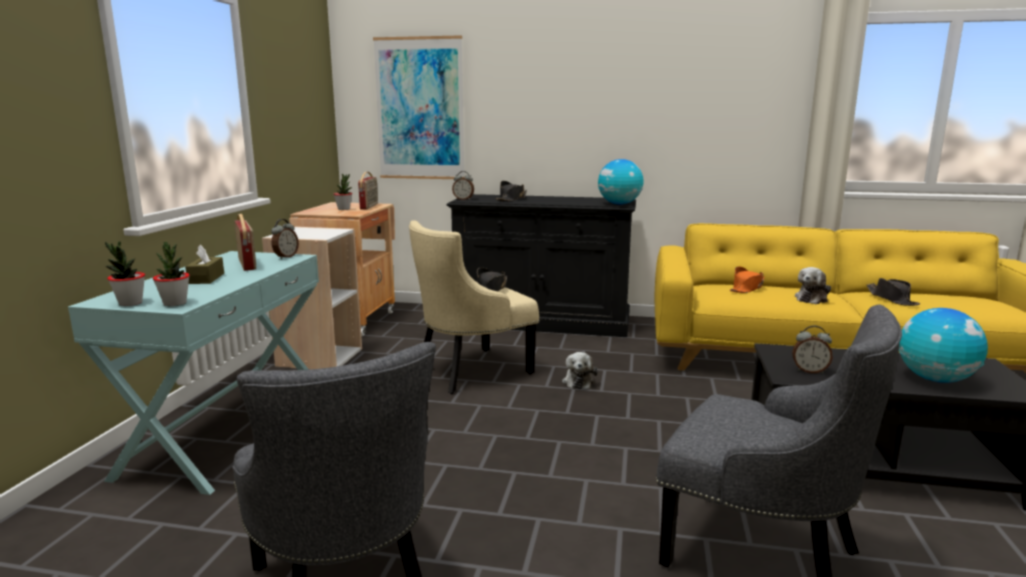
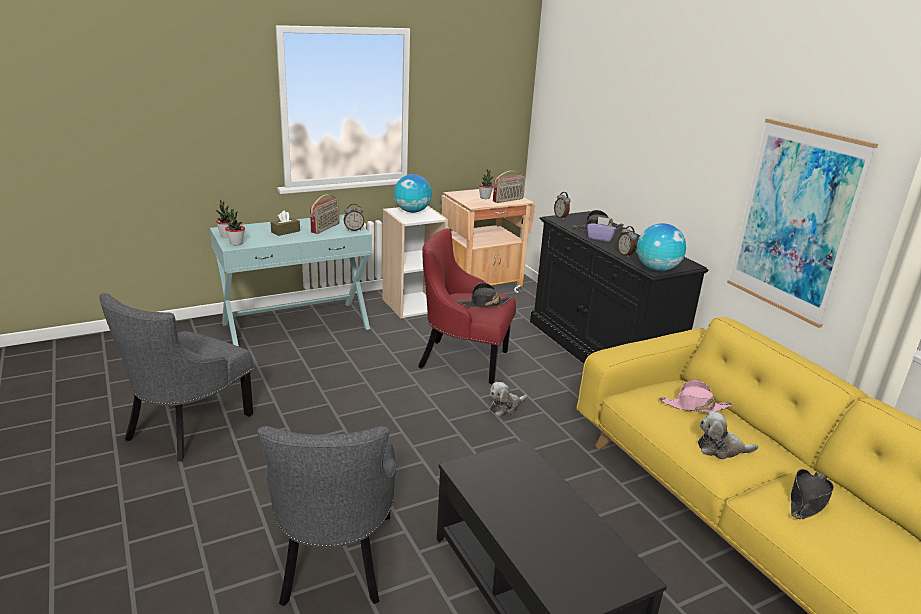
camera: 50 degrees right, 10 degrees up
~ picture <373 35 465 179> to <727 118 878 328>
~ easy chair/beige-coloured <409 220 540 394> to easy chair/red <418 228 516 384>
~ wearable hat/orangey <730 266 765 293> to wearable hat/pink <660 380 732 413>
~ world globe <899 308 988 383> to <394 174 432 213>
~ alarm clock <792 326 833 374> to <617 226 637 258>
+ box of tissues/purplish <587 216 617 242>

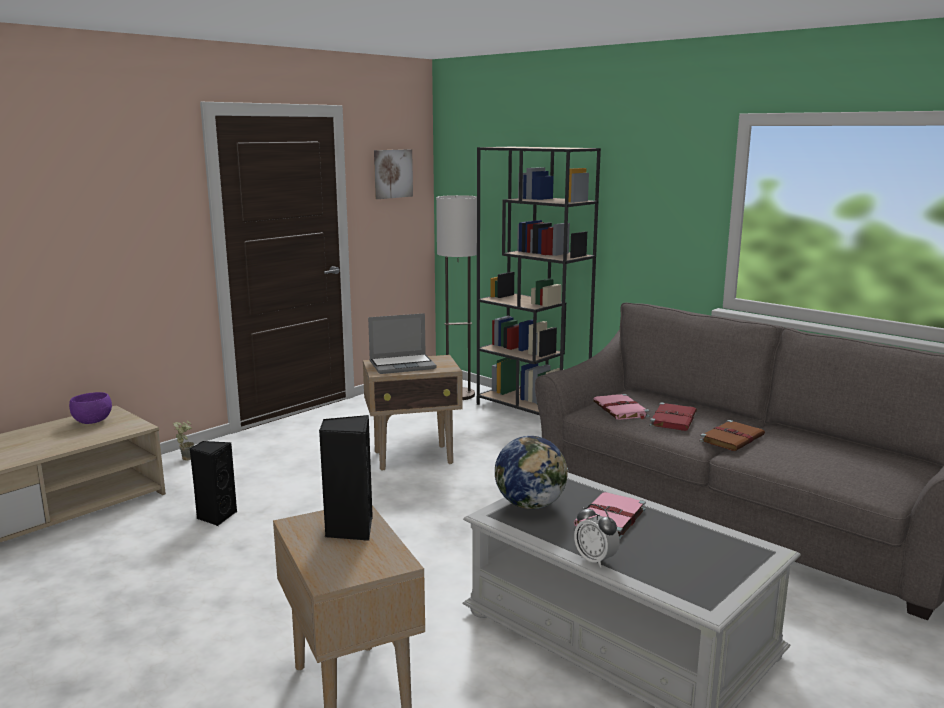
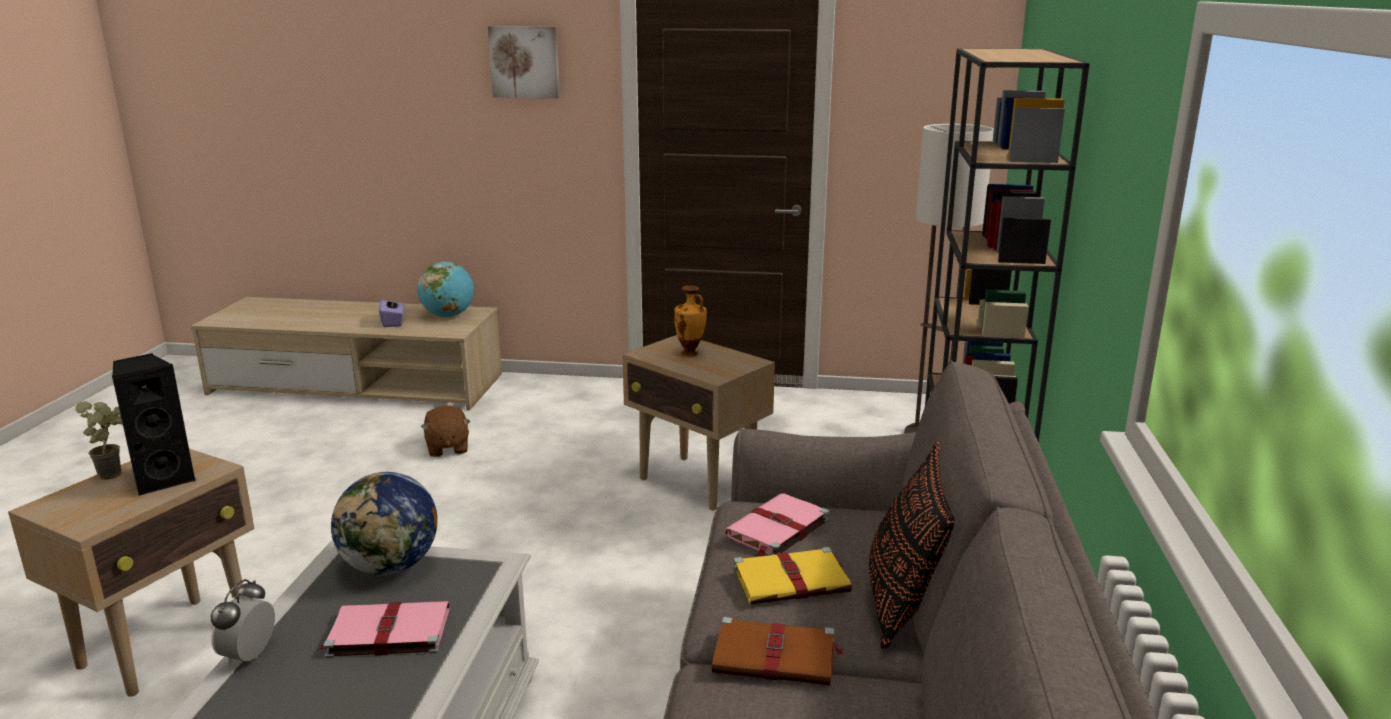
camera: 55 degrees right, 5 degrees up
~ picture <374 149 413 199> to <488 26 560 98>
~ laptop <368 313 437 374> to vase <674 286 707 357>
~ bowl/purplish <69 392 112 424> to world globe <417 262 474 318>
~ book/red <650 402 697 431> to book/yellow <733 547 852 604>
~ plant in a pot <173 421 194 460> to <75 401 123 480>
~ speaker/black-coloured <190 441 237 526> to soft toy/brownish <421 405 471 457>
+ box of tissues/purplish <379 296 405 327>
+ pillow/black-coloured <869 442 955 651>

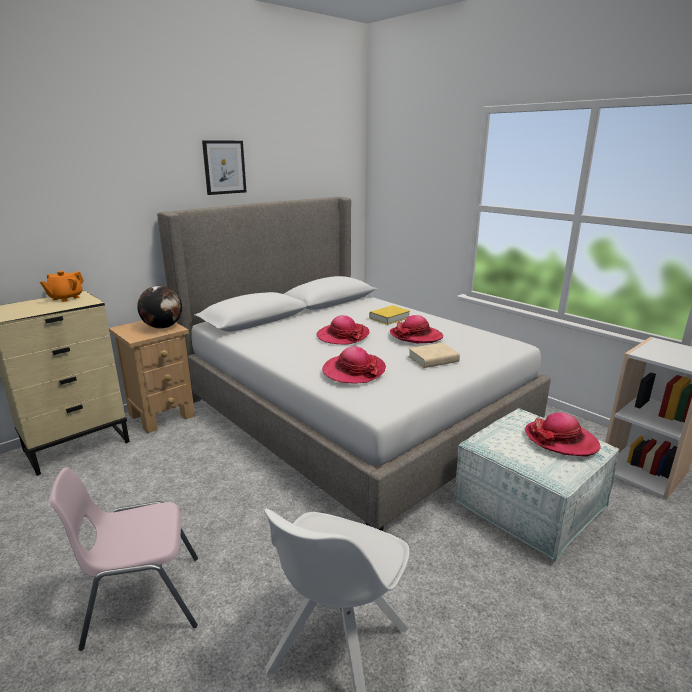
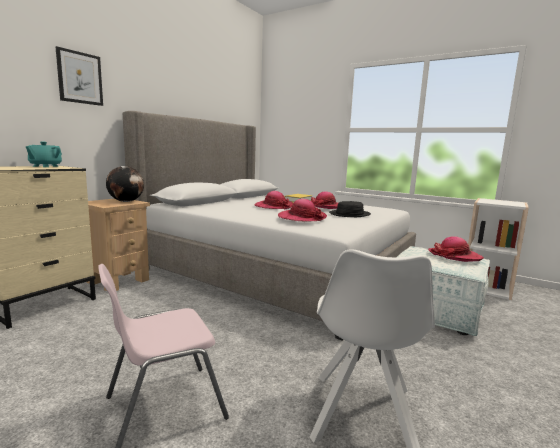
camera: 15 degrees left, 10 degrees down
~ picture <202 140 246 195> to <56 46 103 106>
~ teapot/orangey <40 271 84 302> to teapot/turquoise <26 141 62 167>
~ book/beige-coloured <408 343 460 368> to wearable hat/black-coloured <329 201 371 217>

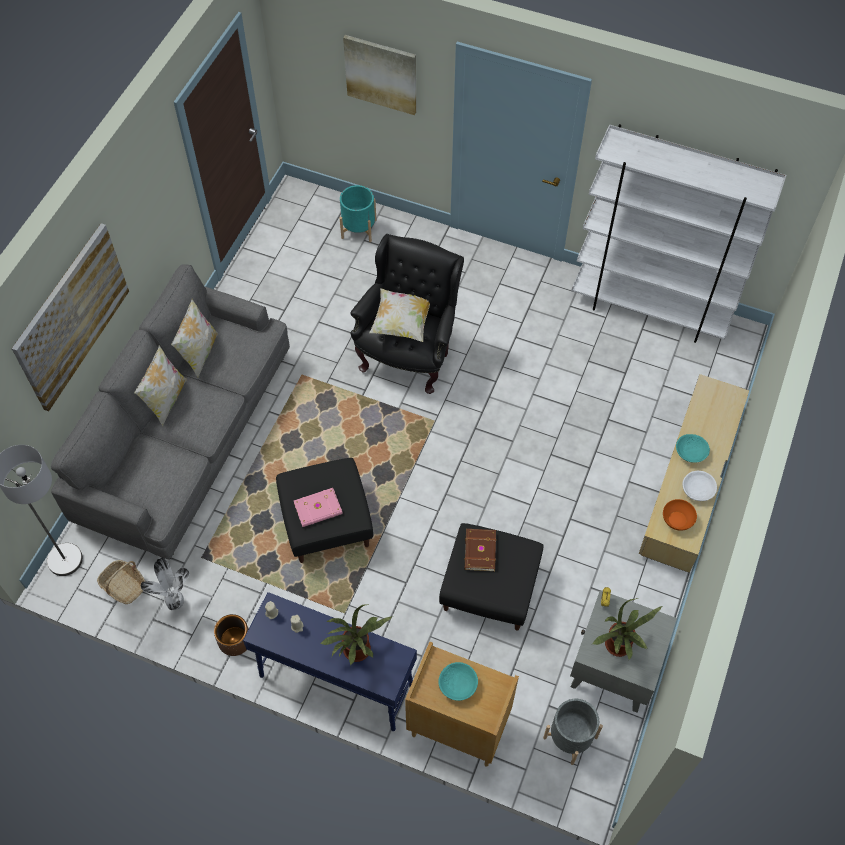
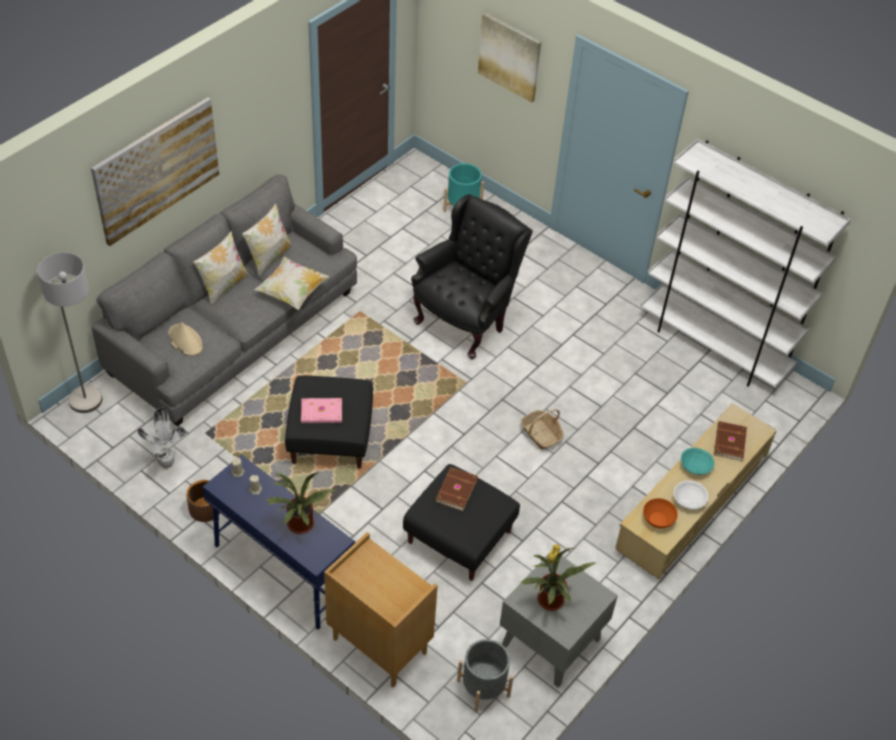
camera: 15 degrees right, 10 degrees down
~ pillow <369 288 430 342> to <254 257 329 310>
~ household basket <97 560 145 604> to <520 409 564 449>
- bowl/turquoise <438 662 478 701>
+ wearable hat/beige-coloured <168 322 203 356>
+ book/brownish <714 421 747 461>

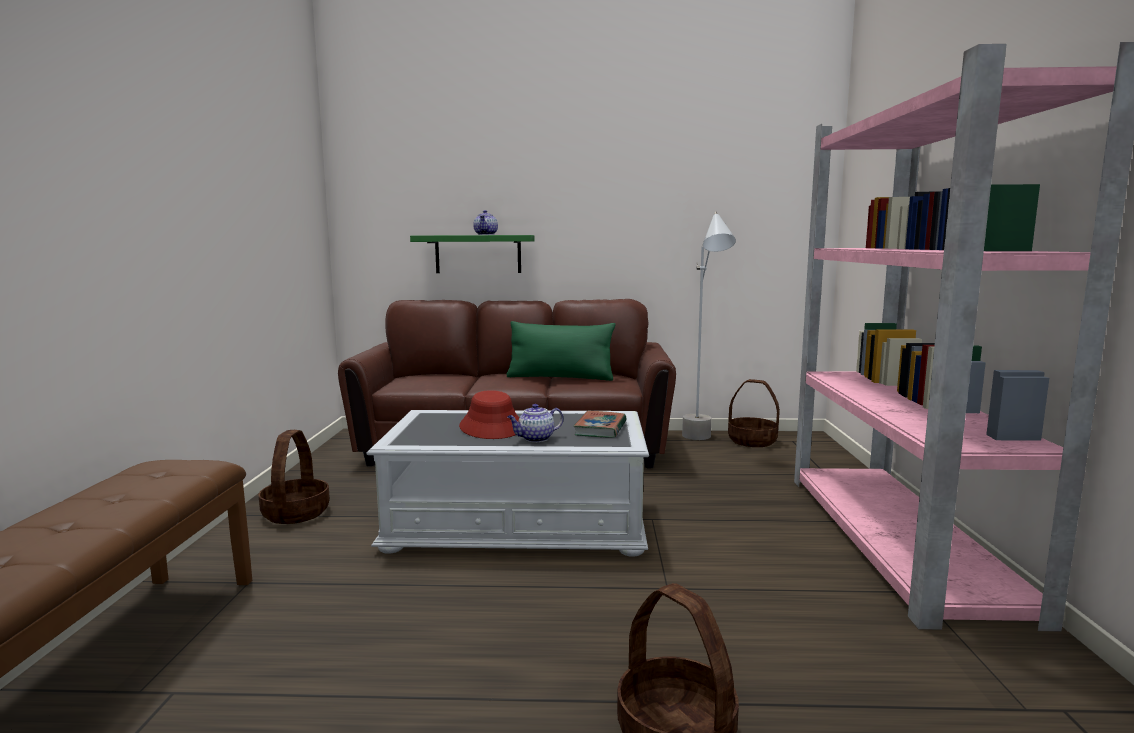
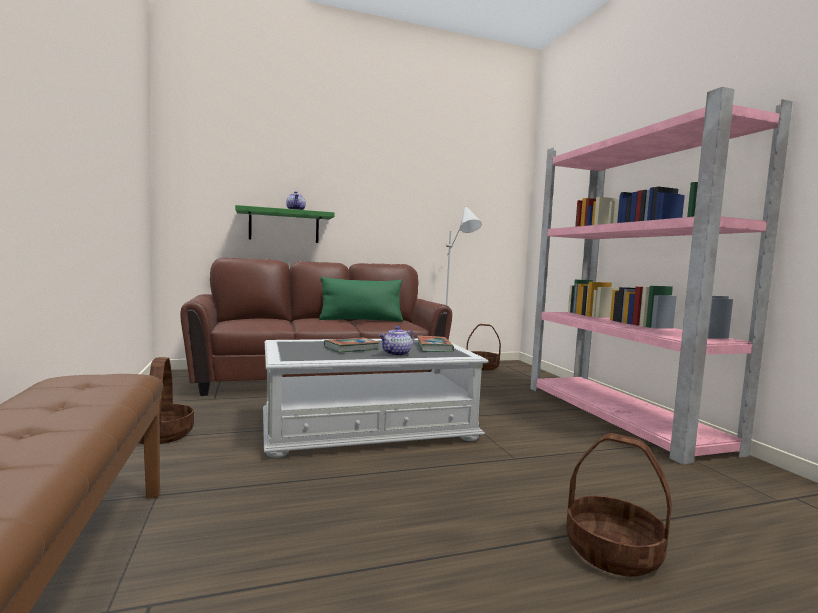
camera: 20 degrees left, 5 degrees down
~ wearable hat/red <459 390 519 439> to book <324 338 380 353>

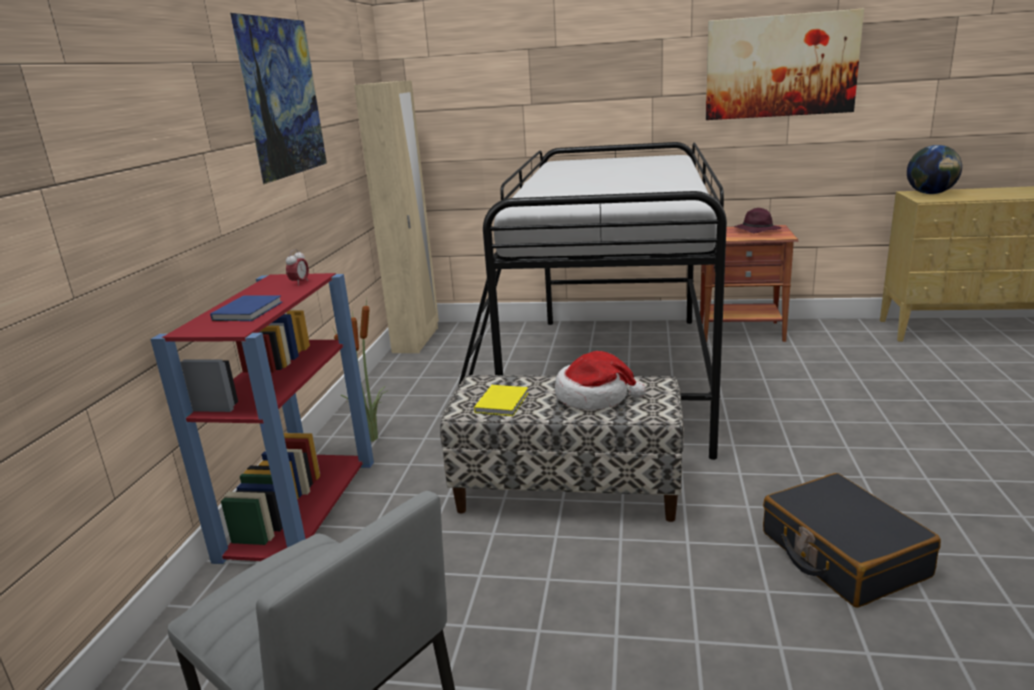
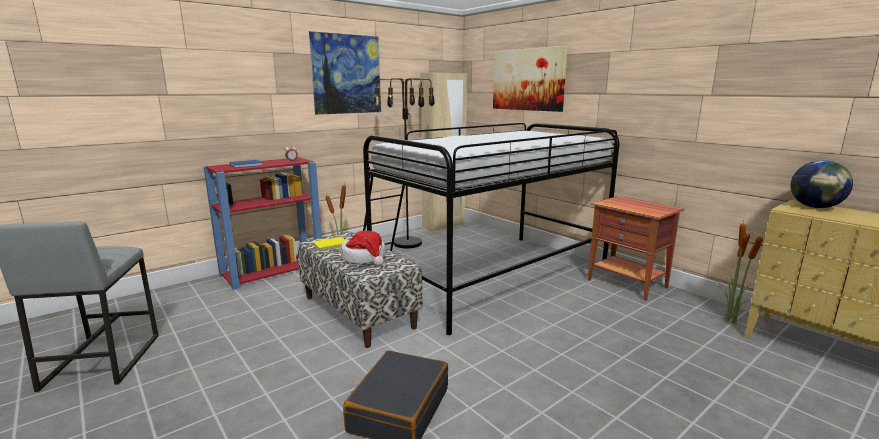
camera: 40 degrees right, 5 degrees down
~ picture <706 8 864 120> to <493 46 568 112>
- wearable hat/purplish <734 208 782 233>
+ standing lamp <374 78 435 248>
+ plant in a pot <716 217 763 324>

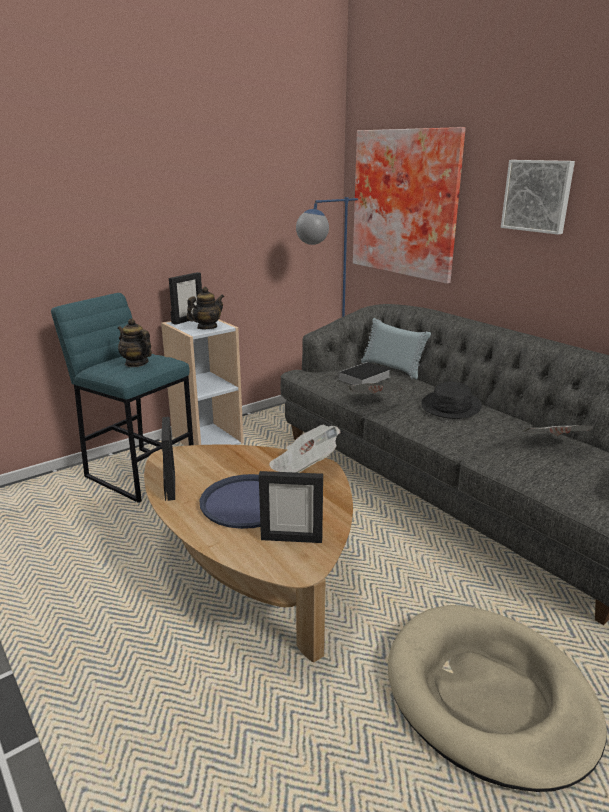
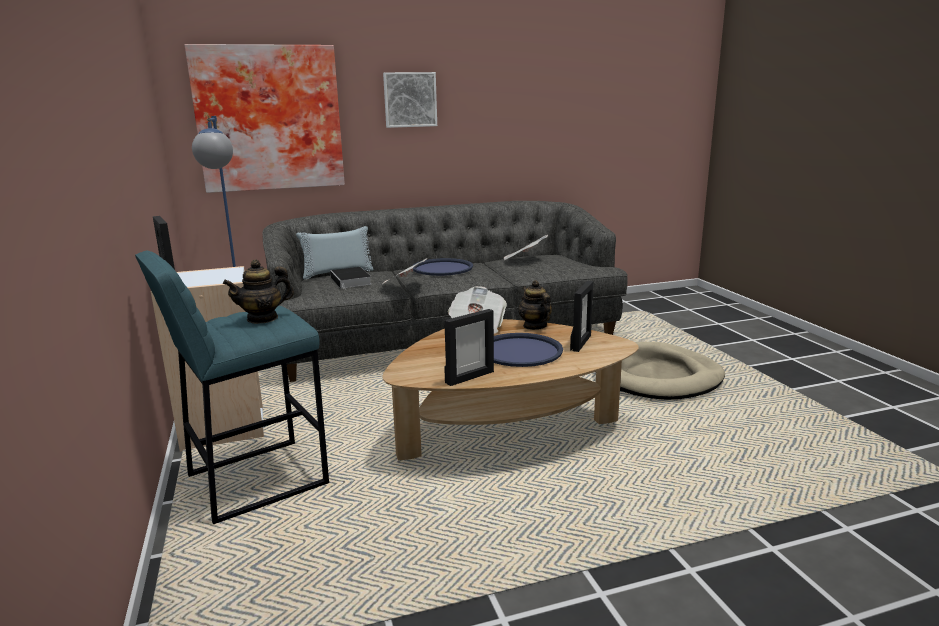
camera: 70 degrees left, 5 degrees down
~ teapot <187 287 224 329> to <518 280 552 330>
~ wearable hat/black-coloured <421 382 482 419> to tray/blue-coloured <412 258 473 276>
~ standing frame <161 417 175 501> = <444 309 494 386> 135 degrees clockwise

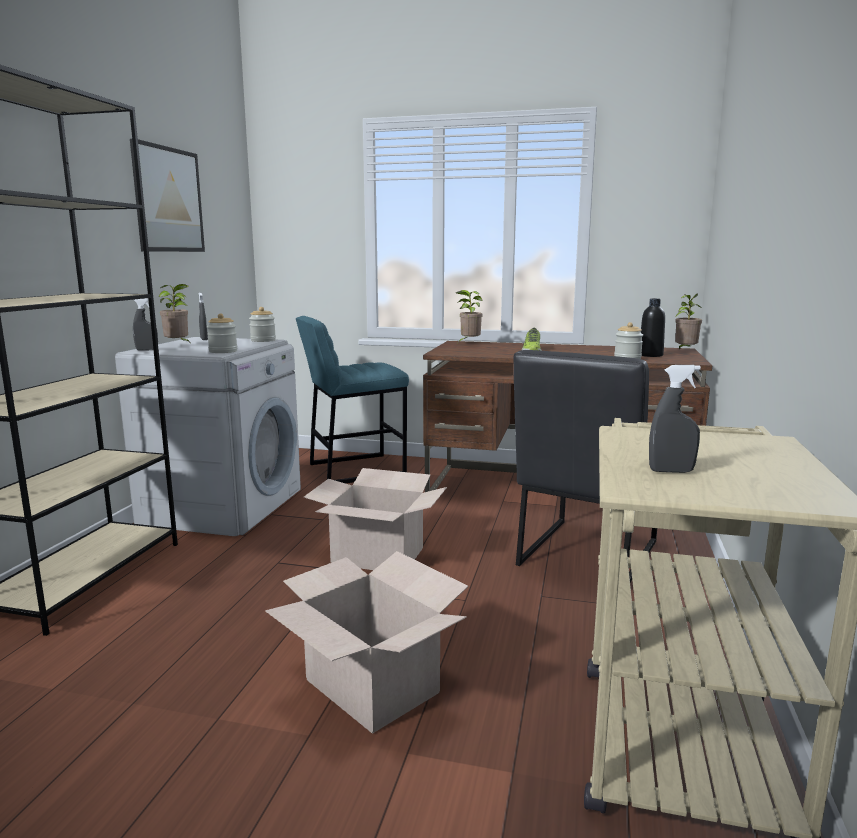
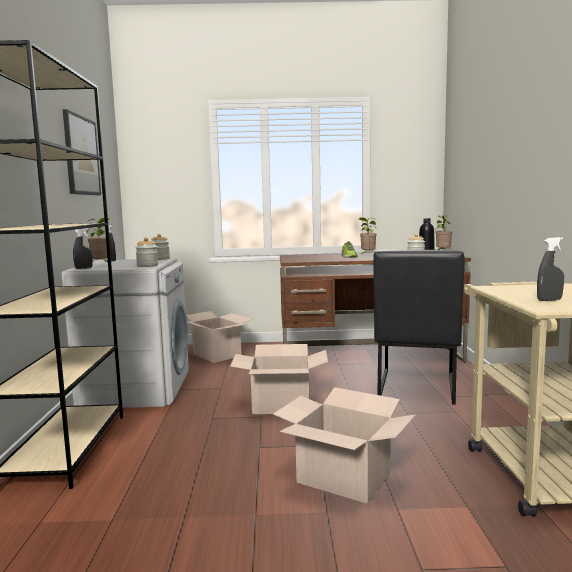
camera: 15 degrees left, 5 degrees down
~ plant in a pot <456 290 483 342> to <359 217 377 255>
~ sitting stool/blue-coloured <296 316 409 484> to packing box <186 311 253 363>

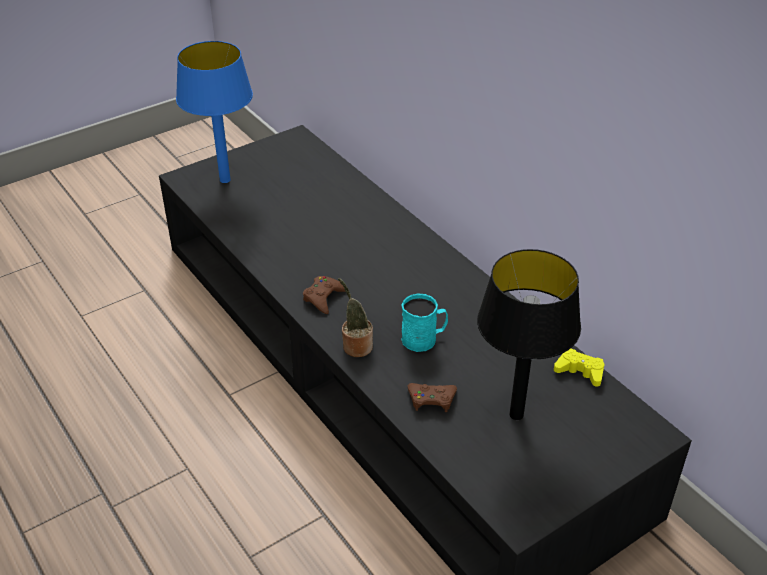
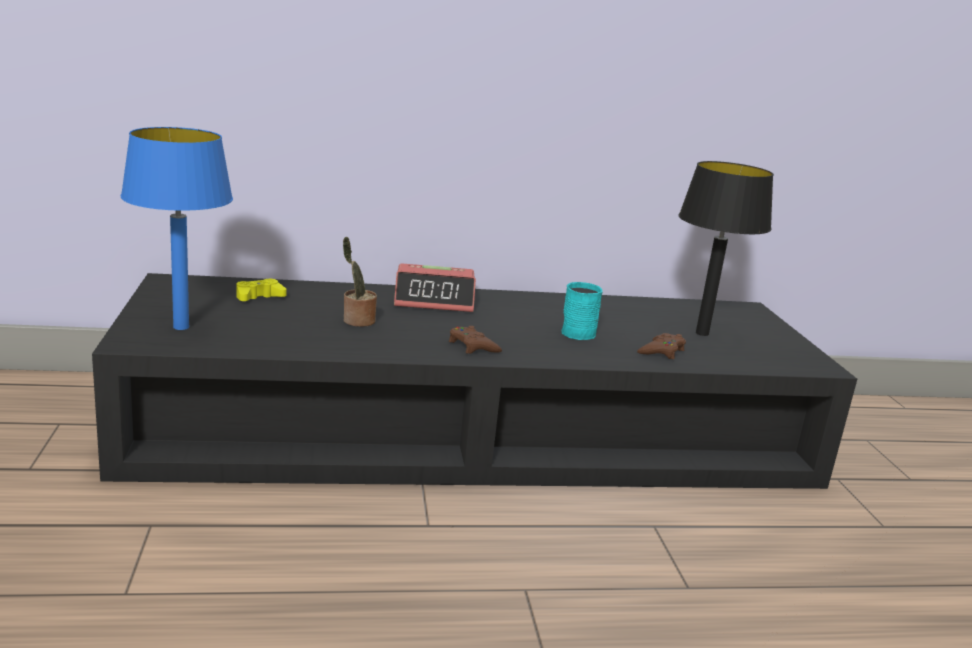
camera: 65 degrees left, 20 degrees down
~ plant in a pot <338 278 373 357> to <343 237 377 327>
~ gamepad/yellow <554 348 604 387> to <237 279 287 301>
+ alarm clock <394 263 476 312>

